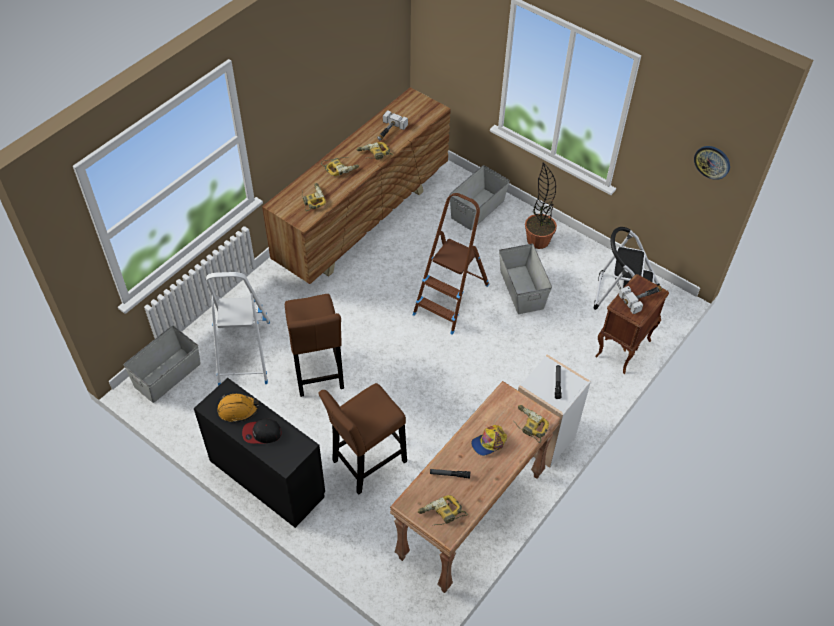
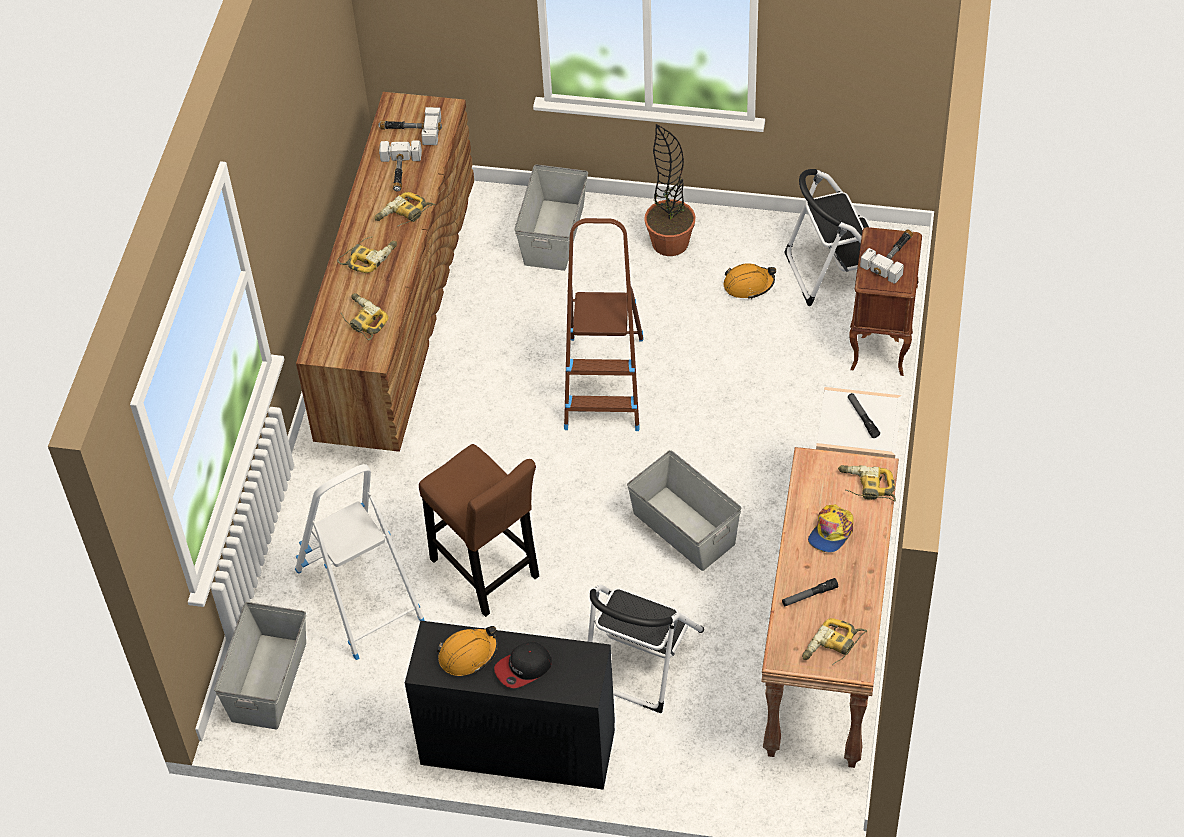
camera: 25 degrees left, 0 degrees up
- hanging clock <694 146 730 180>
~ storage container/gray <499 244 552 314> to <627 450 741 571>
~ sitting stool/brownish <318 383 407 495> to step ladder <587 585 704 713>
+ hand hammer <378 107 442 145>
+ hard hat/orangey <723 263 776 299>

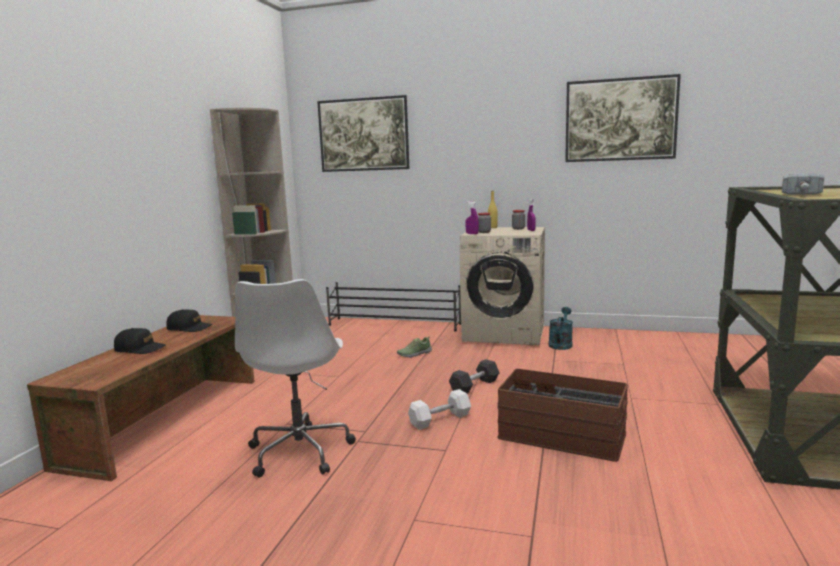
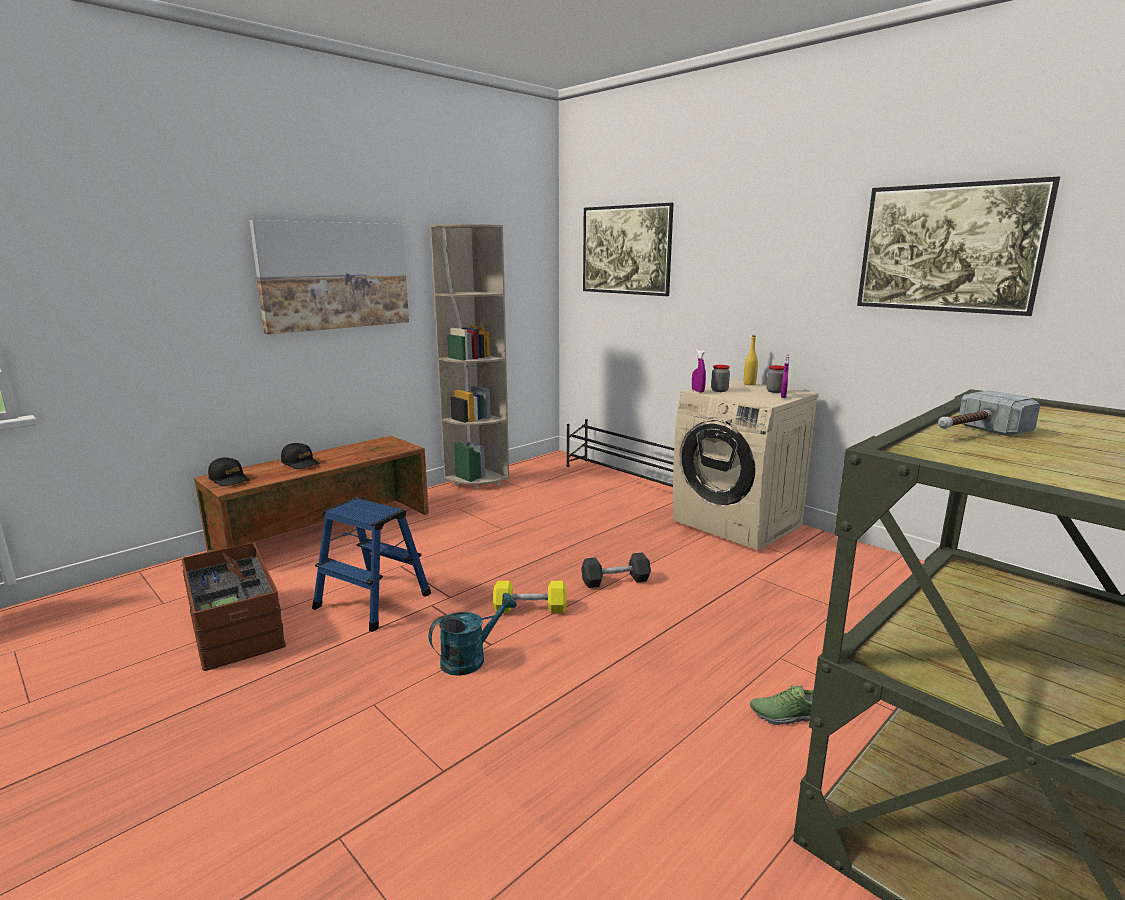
camera: 30 degrees right, 5 degrees up
~ office chair/white <235 279 356 477> to step ladder/blue-coloured <312 497 431 632>
~ watering can/turquoise <548 307 573 350> to <429 593 517 676>
~ cap/black-coloured <166 309 213 332> to <208 457 250 486>
~ low shoe <397 336 432 358> to <750 685 814 725>
~ storage container/brownish <497 369 628 462> to <181 543 286 671>
~ hand weight/white <408 389 471 430> to hand weight/yellow <493 581 566 613>
+ picture <249 220 409 334>

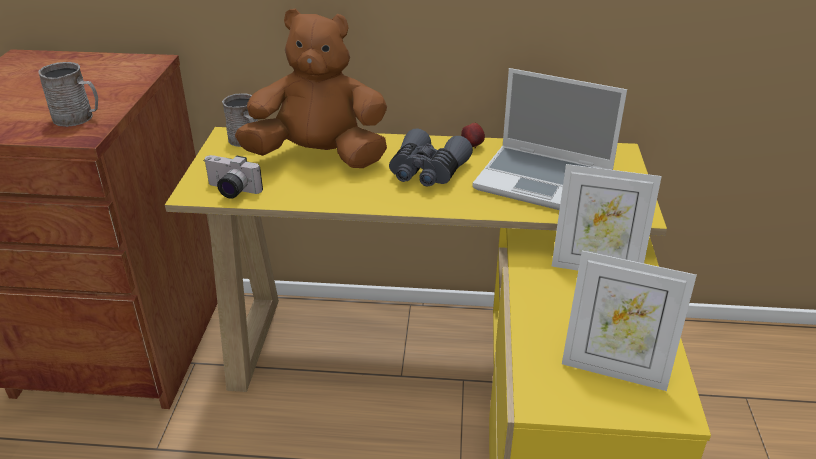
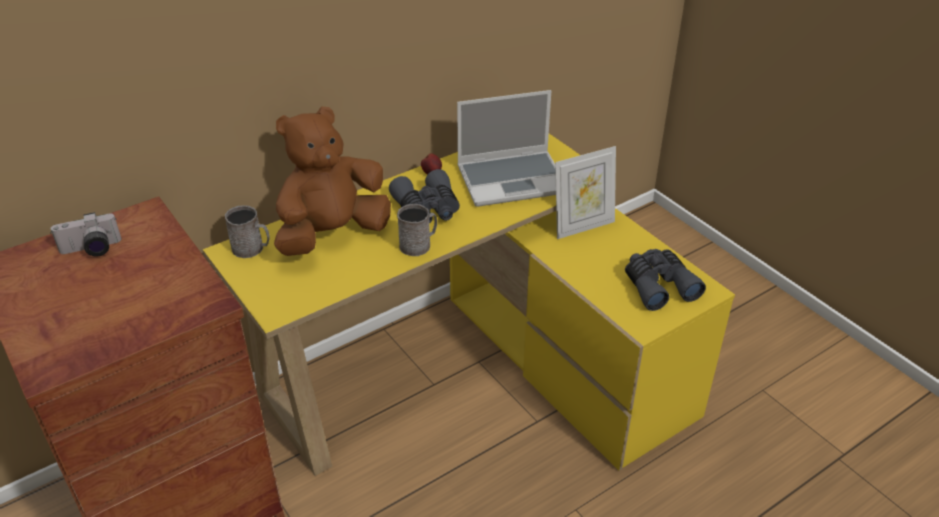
camera: 40 degrees left, 5 degrees up
~ tea mug/gray <39 62 98 127> to <397 204 437 256>
~ photo camera <203 155 263 199> to <50 212 122 256>
~ standing frame <562 251 697 391> to field glasses/gray <625 249 706 311>

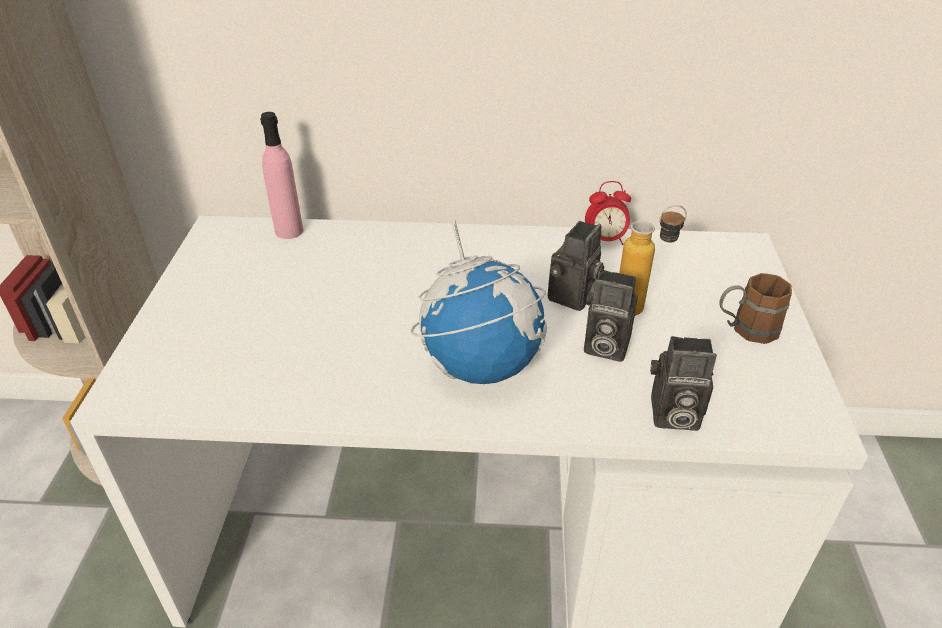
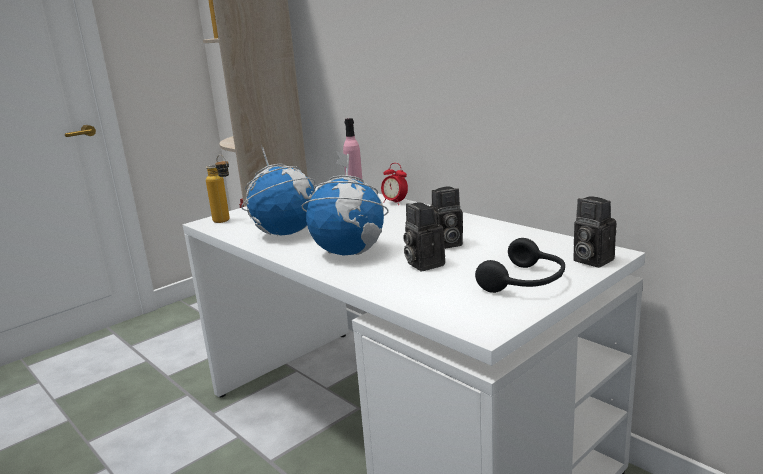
camera: 45 degrees right, 20 degrees down
~ alarm clock <585 181 631 245> to <381 163 408 205>
~ bottle <619 205 687 316> to <206 155 230 223>
~ tea mug/brownish <720 273 792 344> to pair of headphones/black-coloured <475 238 565 293>
~ photo camera <650 336 717 431> to <573 196 616 268>
+ world globe <241 145 316 236>

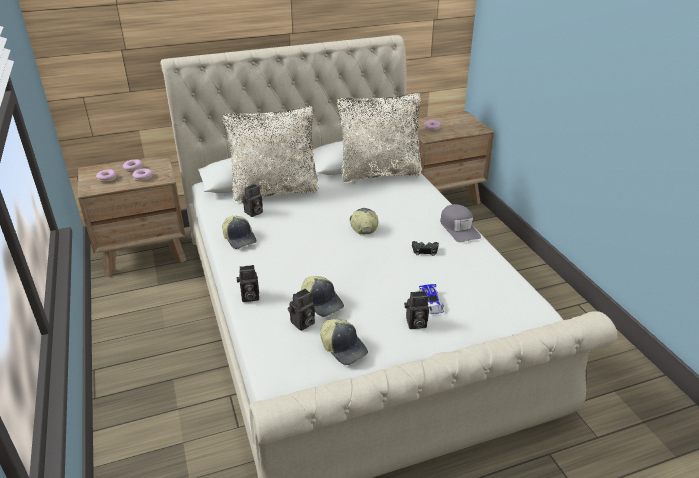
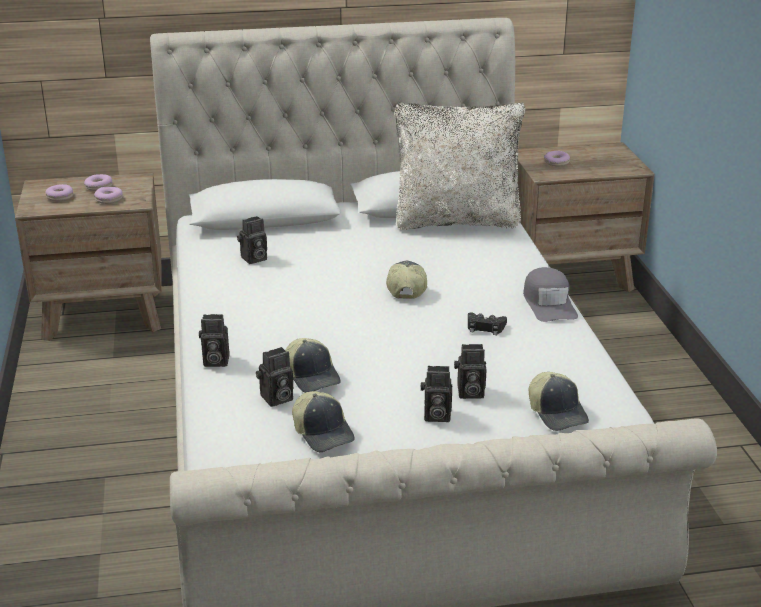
camera: 10 degrees right, 5 degrees down
- pillow/beige-coloured <222 106 319 202>
~ cap <222 216 257 249> to <529 372 589 431>
~ miniature car <418 284 444 314> to photo camera <454 344 486 399>

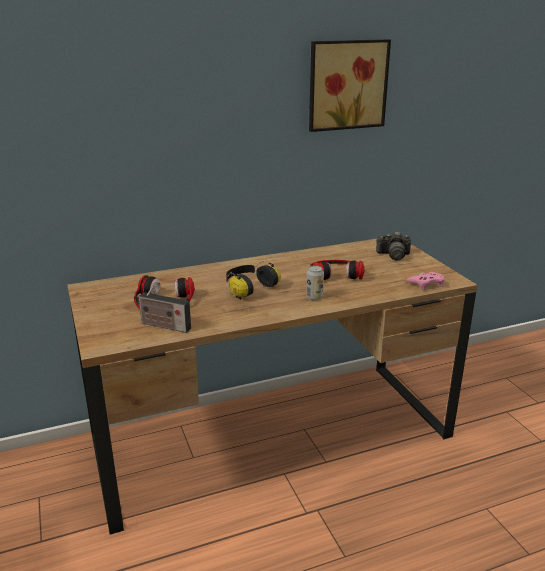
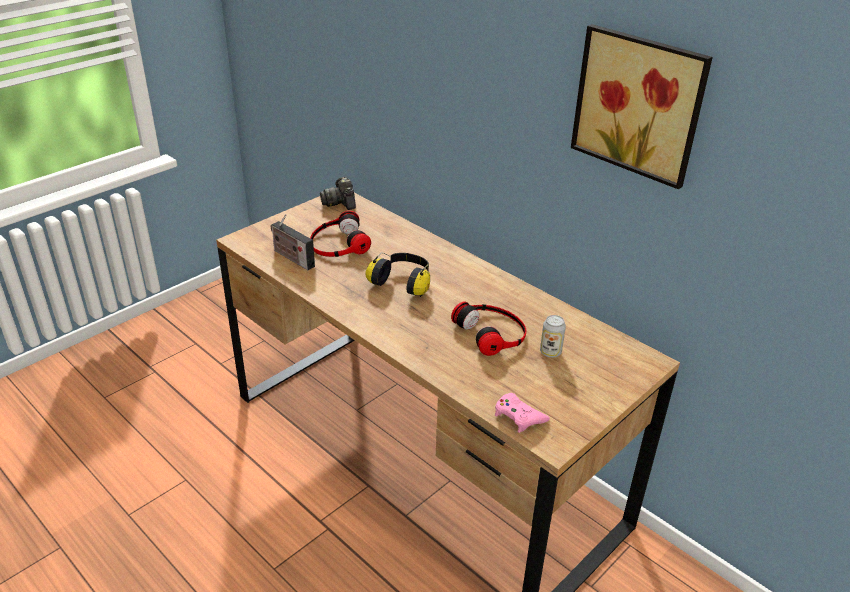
camera: 65 degrees right, 10 degrees up
~ photo camera <376 232 411 260> to <320 177 356 210>
~ metal can <306 266 324 300> to <540 315 566 358>
~ radio receiver <136 281 191 333> = <271 214 315 270> 45 degrees counterclockwise

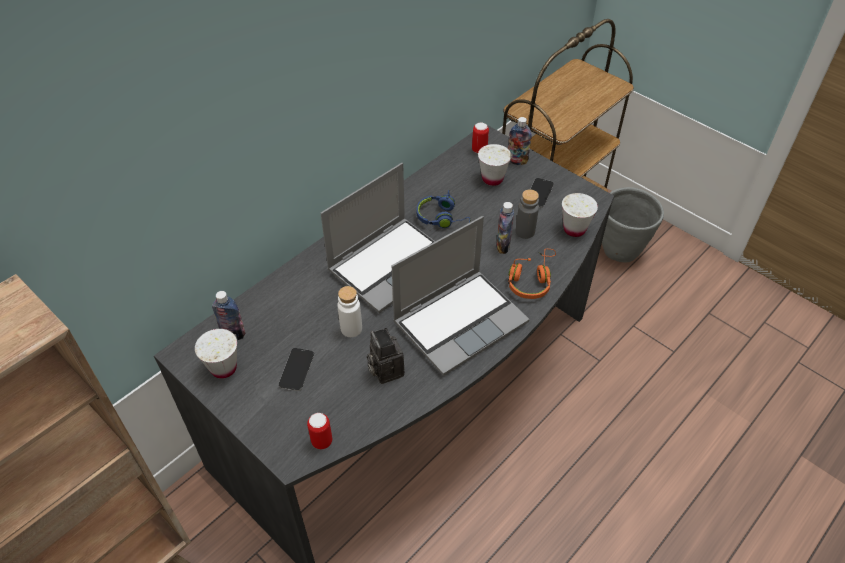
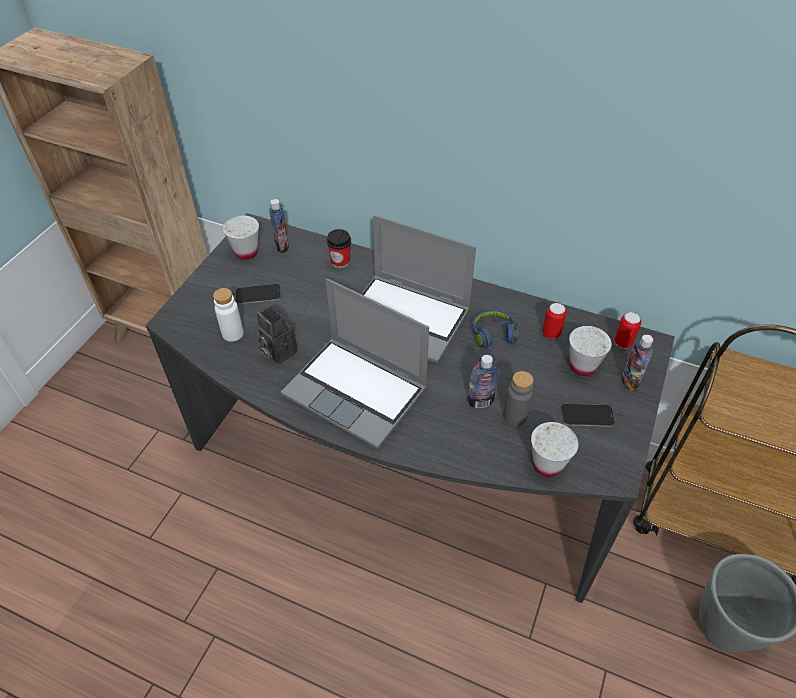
camera: 70 degrees right, 0 degrees up
- pair of headphones/orangey <509 249 556 299>
~ bottle/white <337 286 362 337> to <213 288 244 342>
~ photo camera <367 328 405 384> = <257 307 298 365> 90 degrees counterclockwise
~ metal can <307 413 332 449> to <542 303 567 339>
+ small cup <327 229 351 269>

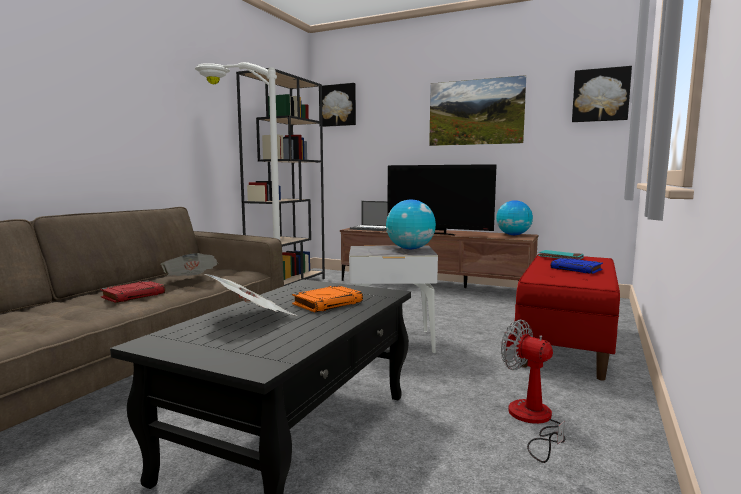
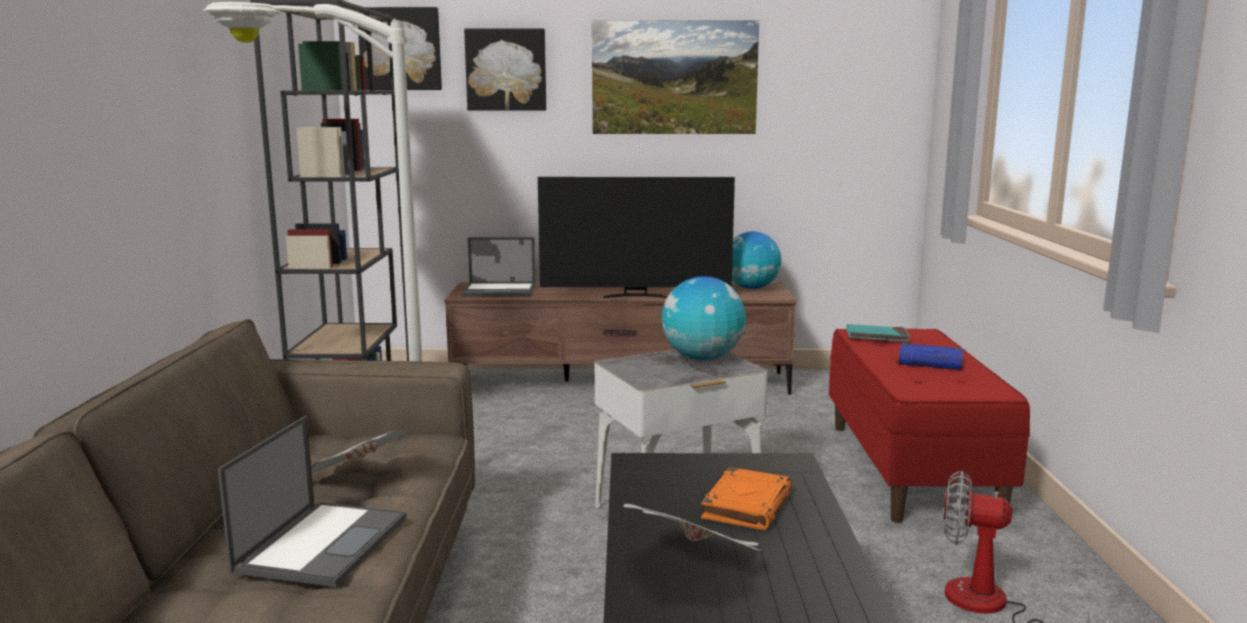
camera: 25 degrees left, 5 degrees up
~ picture <572 66 632 122> to <464 29 546 111>
~ book/red <100 281 165 303> to laptop <218 416 407 587>

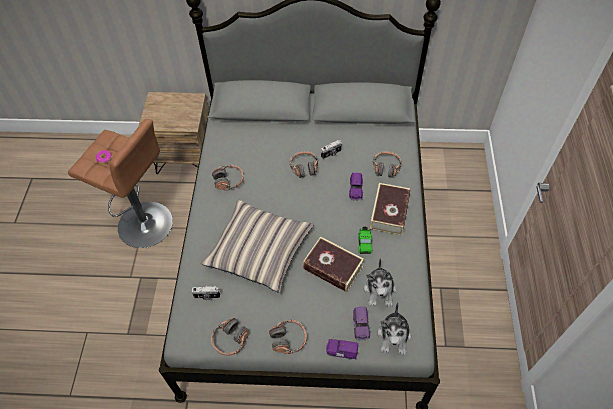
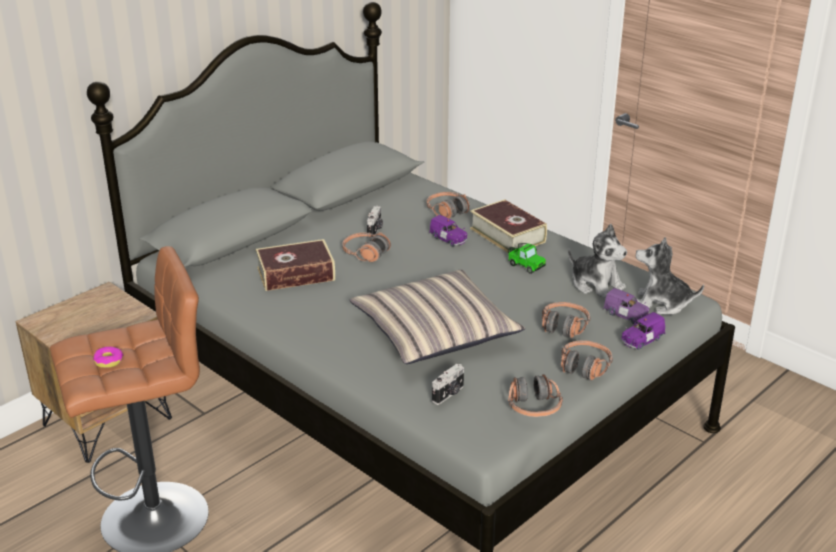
camera: 50 degrees left, 25 degrees down
~ pair of headphones <212 165 244 191> to <542 302 591 339>
~ book <303 236 364 292> to <256 239 335 291>
~ soft toy <377 302 411 356> = <636 237 704 315> 150 degrees clockwise

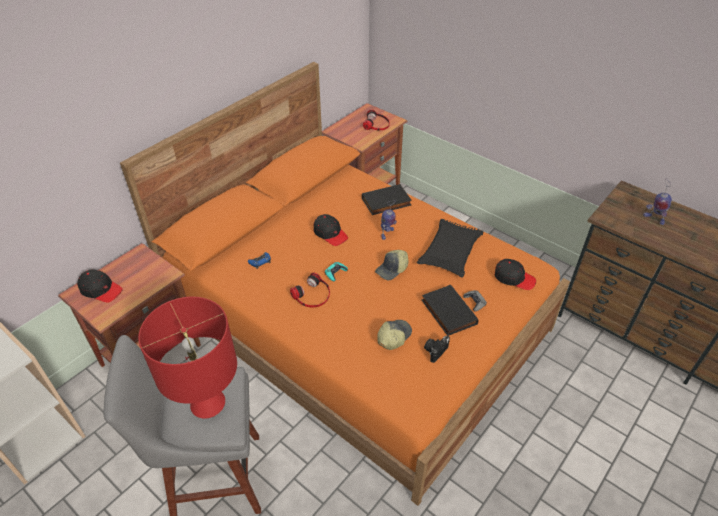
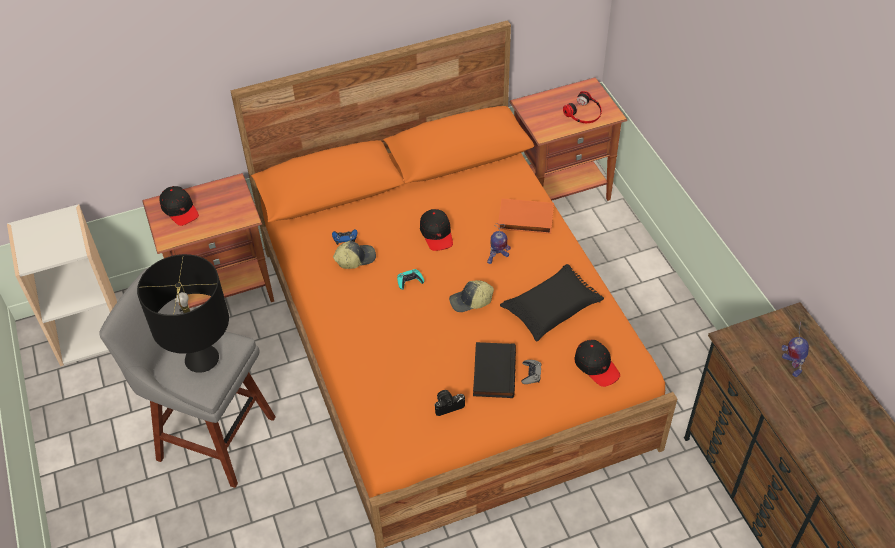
camera: 30 degrees right, 5 degrees up
~ book/black-coloured <362 184 412 215> to book/orangey <498 199 554 234>
- pair of headphones <290 273 330 307>
~ table lamp/red <138 297 237 418> to table lamp/black-coloured <137 254 229 373>
~ cap <377 320 412 350> to <333 241 376 269>

